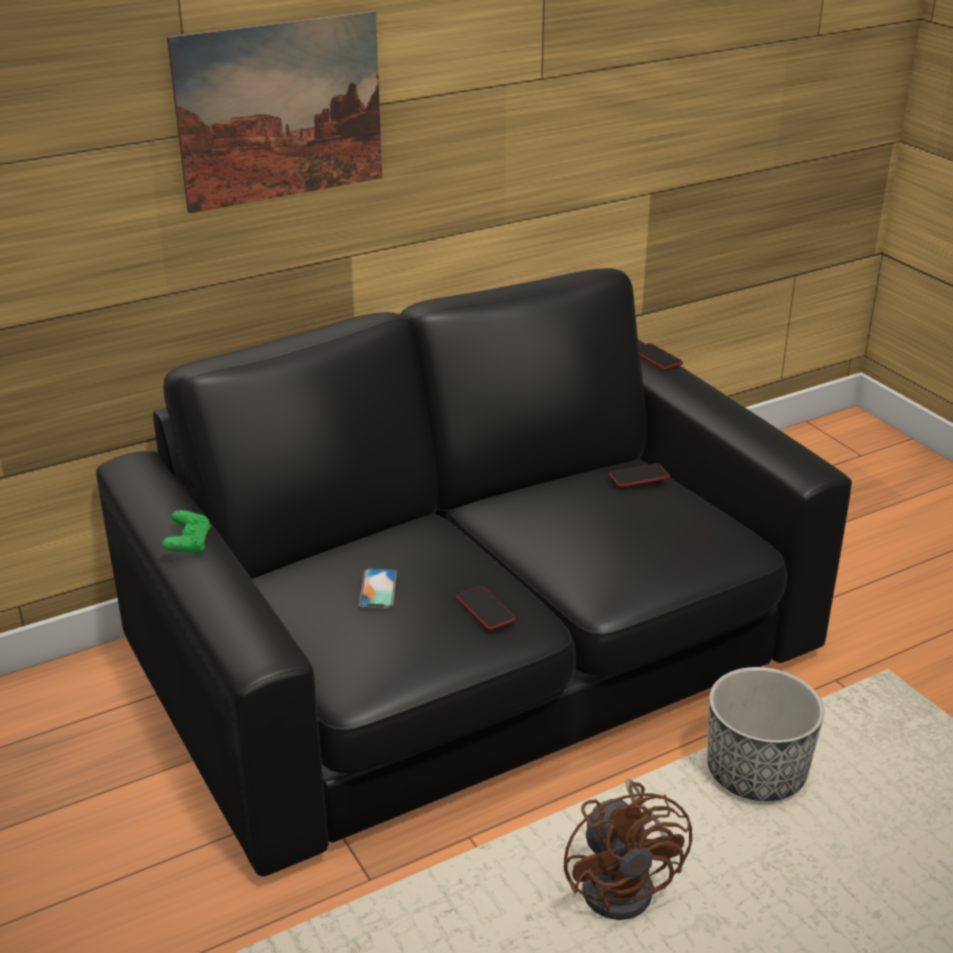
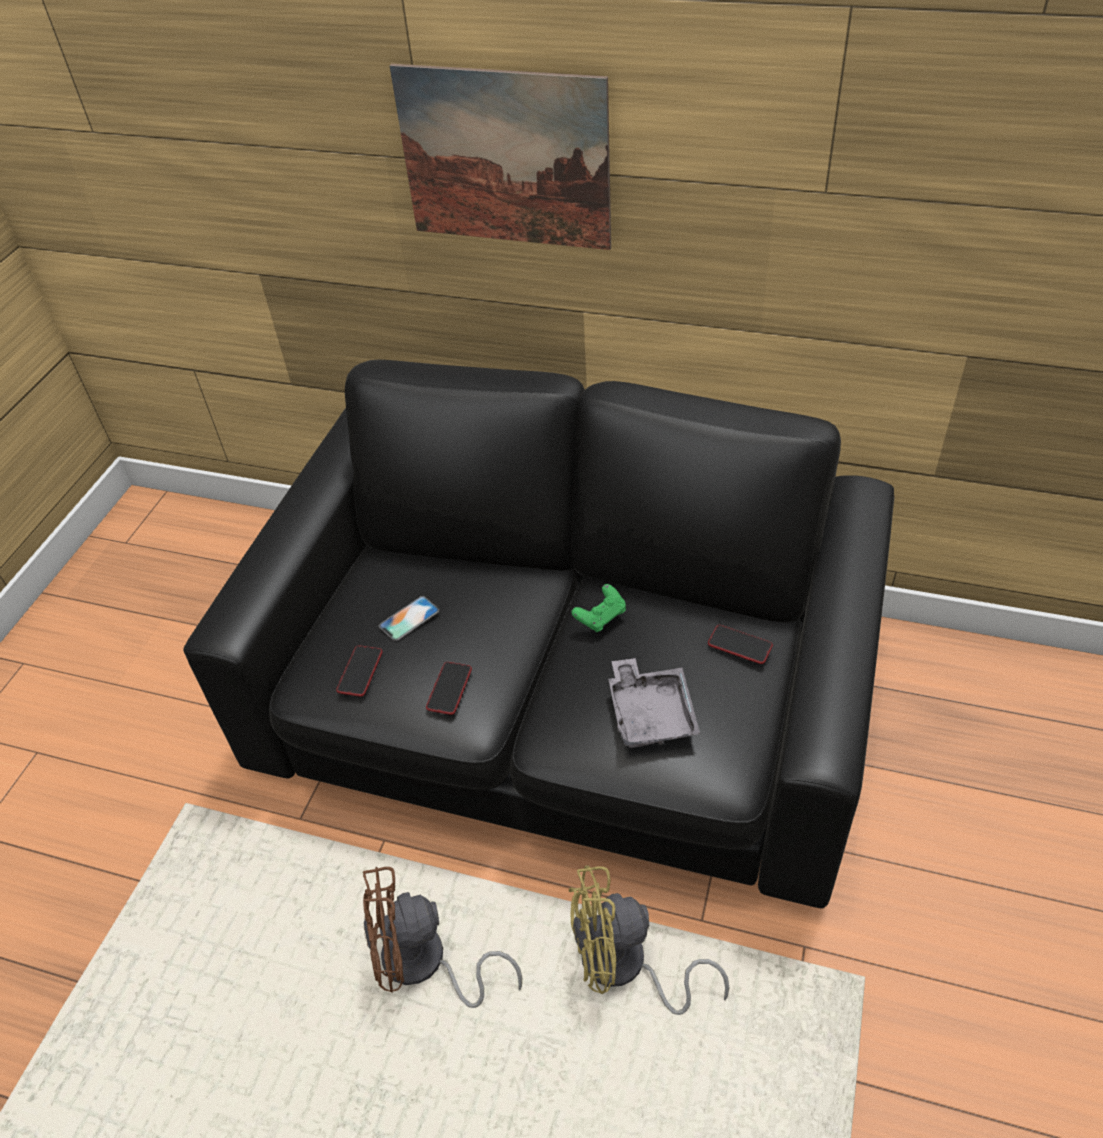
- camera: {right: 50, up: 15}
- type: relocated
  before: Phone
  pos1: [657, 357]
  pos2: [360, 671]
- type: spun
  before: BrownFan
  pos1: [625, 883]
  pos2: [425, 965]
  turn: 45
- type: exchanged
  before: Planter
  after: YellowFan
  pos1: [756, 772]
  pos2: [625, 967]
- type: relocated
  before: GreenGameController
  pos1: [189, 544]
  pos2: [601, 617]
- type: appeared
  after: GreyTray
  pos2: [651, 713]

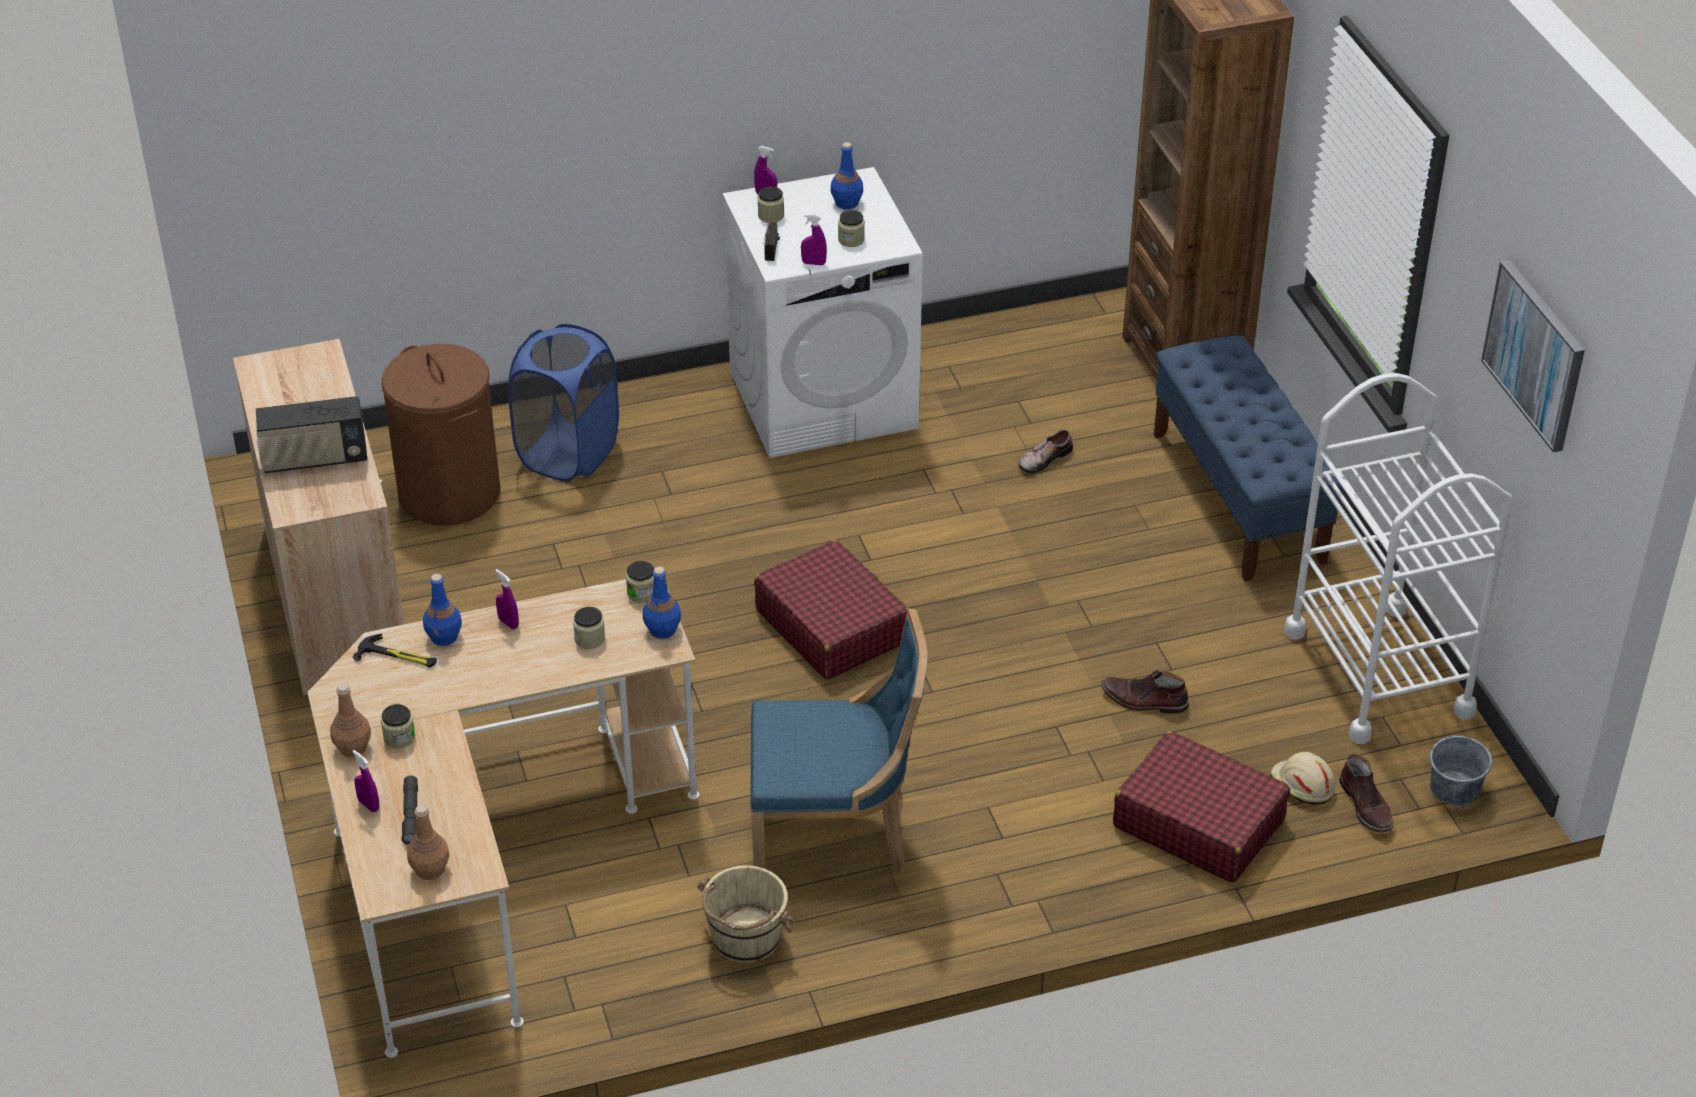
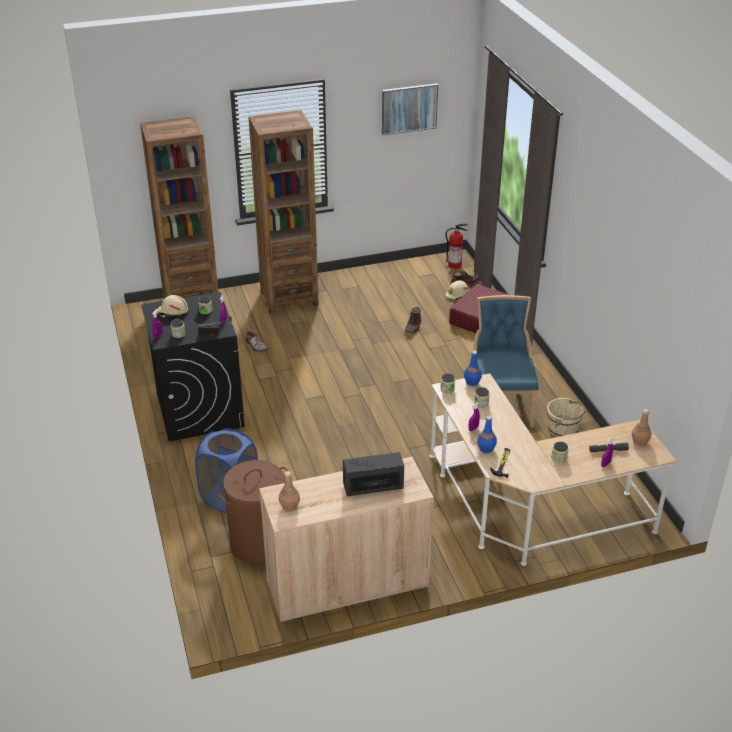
- camera: {right: -90, up: -5}
- type: colour
  before: WhiteWashingMachine
  after: BlackWashingMachine
  pos1: [824, 399]
  pos2: [199, 409]
- type: exchanged
  before: BlueBottle
  after: BeigeHardHat
  pos1: [846, 203]
  pos2: [172, 312]
- type: exchanged
  before: BlueBench
  after: BrownBookcase
  pos1: [1238, 498]
  pos2: [289, 298]
- type: relocated
  before: BrownBottle
  pos1: [352, 747]
  pos2: [289, 506]
- type: spun
  before: Radio
  pos1: [315, 459]
  pos2: [373, 486]
  turn: -90
- type: exchanged
  before: GreyBucket
  after: FireExtinguisher
  pos1: [1455, 789]
  pos2: [455, 265]
- type: missing
  before: RedSuitcase
  pos1: [831, 626]
- type: missing
  before: WhiteCart
  pos1: [1378, 672]

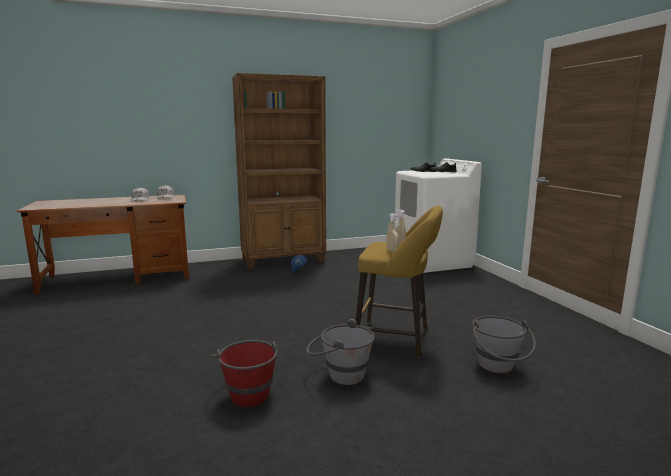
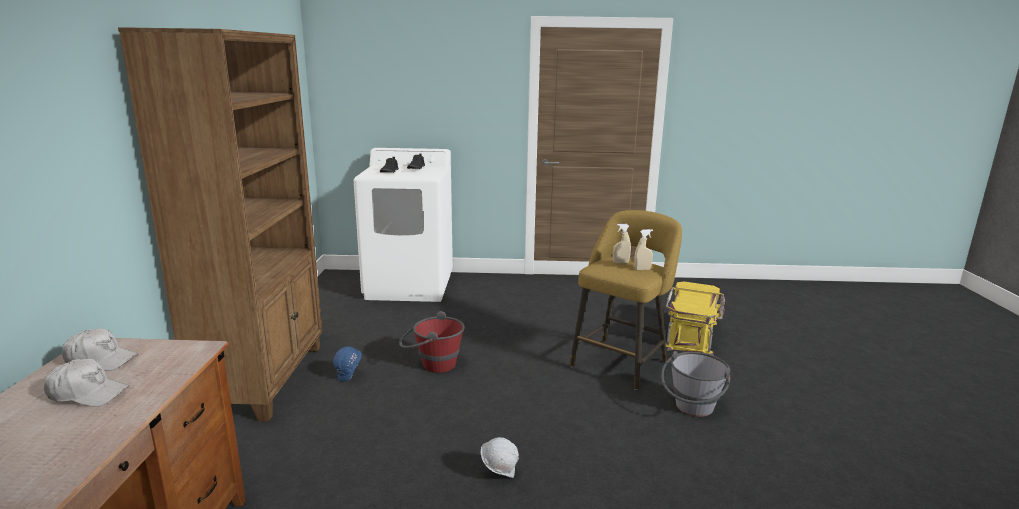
- camera: {right: -70, up: 5}
- type: relocated
  before: RedBucket
  pos1: [248, 391]
  pos2: [432, 364]
- type: appeared
  after: WhiteHardHat
  pos2: [499, 473]
- type: exchanged
  before: GreyBucket
  after: YellowStorageBox
  pos1: [498, 368]
  pos2: [692, 335]

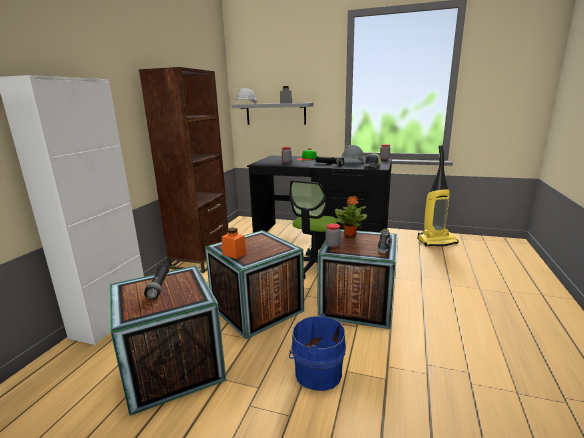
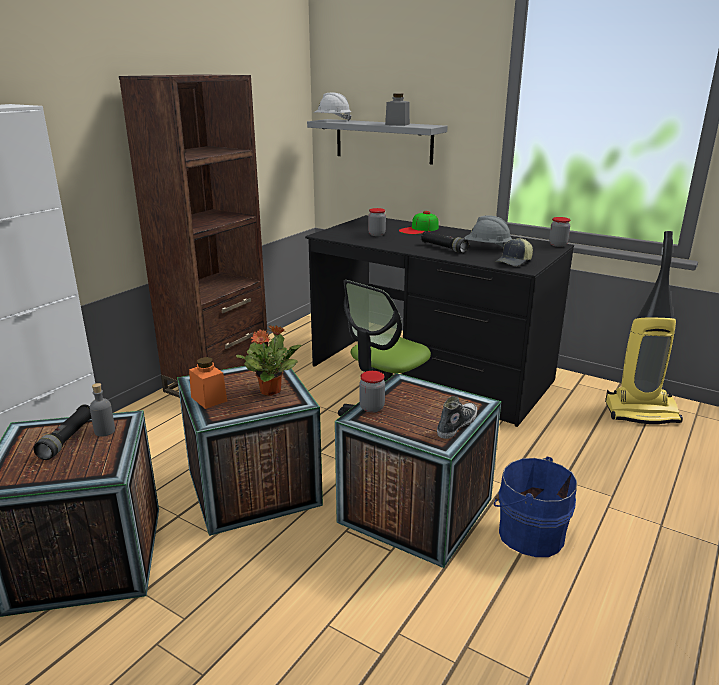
- camera: {right: 15, up: 5}
- type: appeared
  after: GreyBottle
  pos2: [105, 431]
- type: relocated
  before: PottedPlant
  pos1: [350, 234]
  pos2: [271, 390]
- type: relocated
  before: BlueBucket
  pos1: [316, 372]
  pos2: [528, 533]

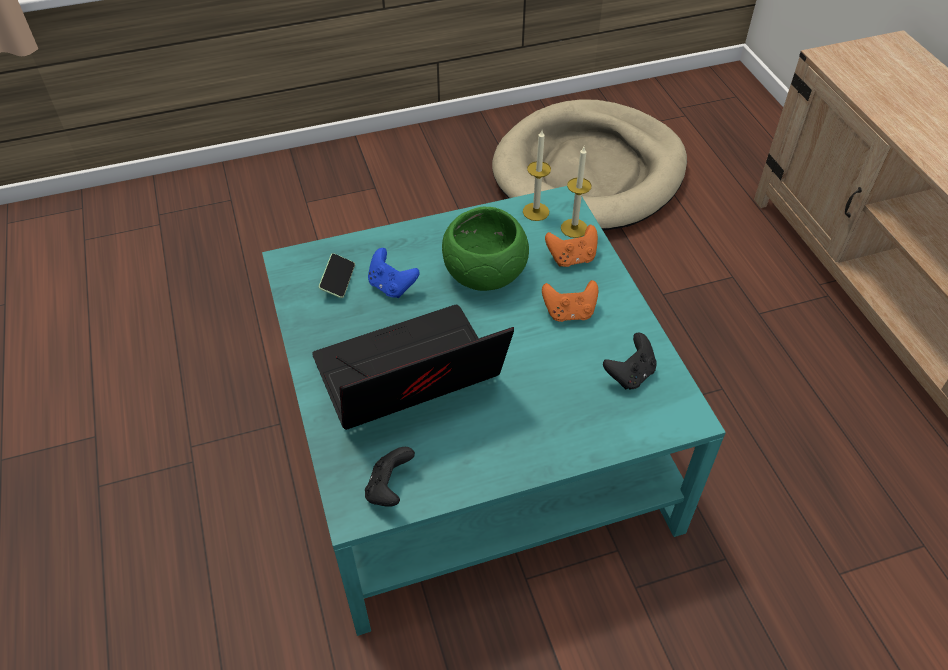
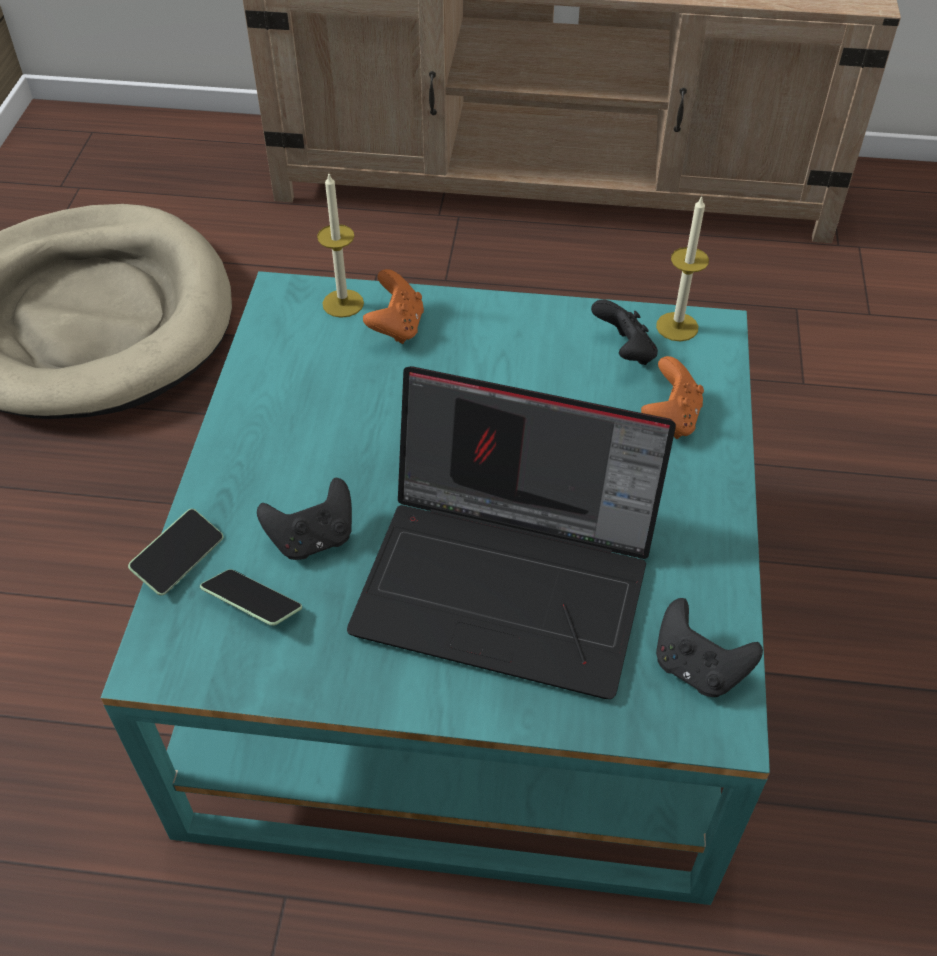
- camera: {right: -65, up: 0}
- type: appeared
  after: Phone
  pos2: [179, 559]
- type: colour
  before: BlueGameController
  after: BlackGameController
  pos1: [391, 286]
  pos2: [313, 539]
- type: spun
  before: Laptop
  pos1: [407, 379]
  pos2: [510, 581]
  turn: -75
- type: relocated
  before: OrangeGameController
  pos1: [569, 313]
  pos2: [671, 418]
- type: relocated
  before: Candle
  pos1: [536, 211]
  pos2: [677, 326]
- type: missing
  before: GreenBowl
  pos1: [485, 273]

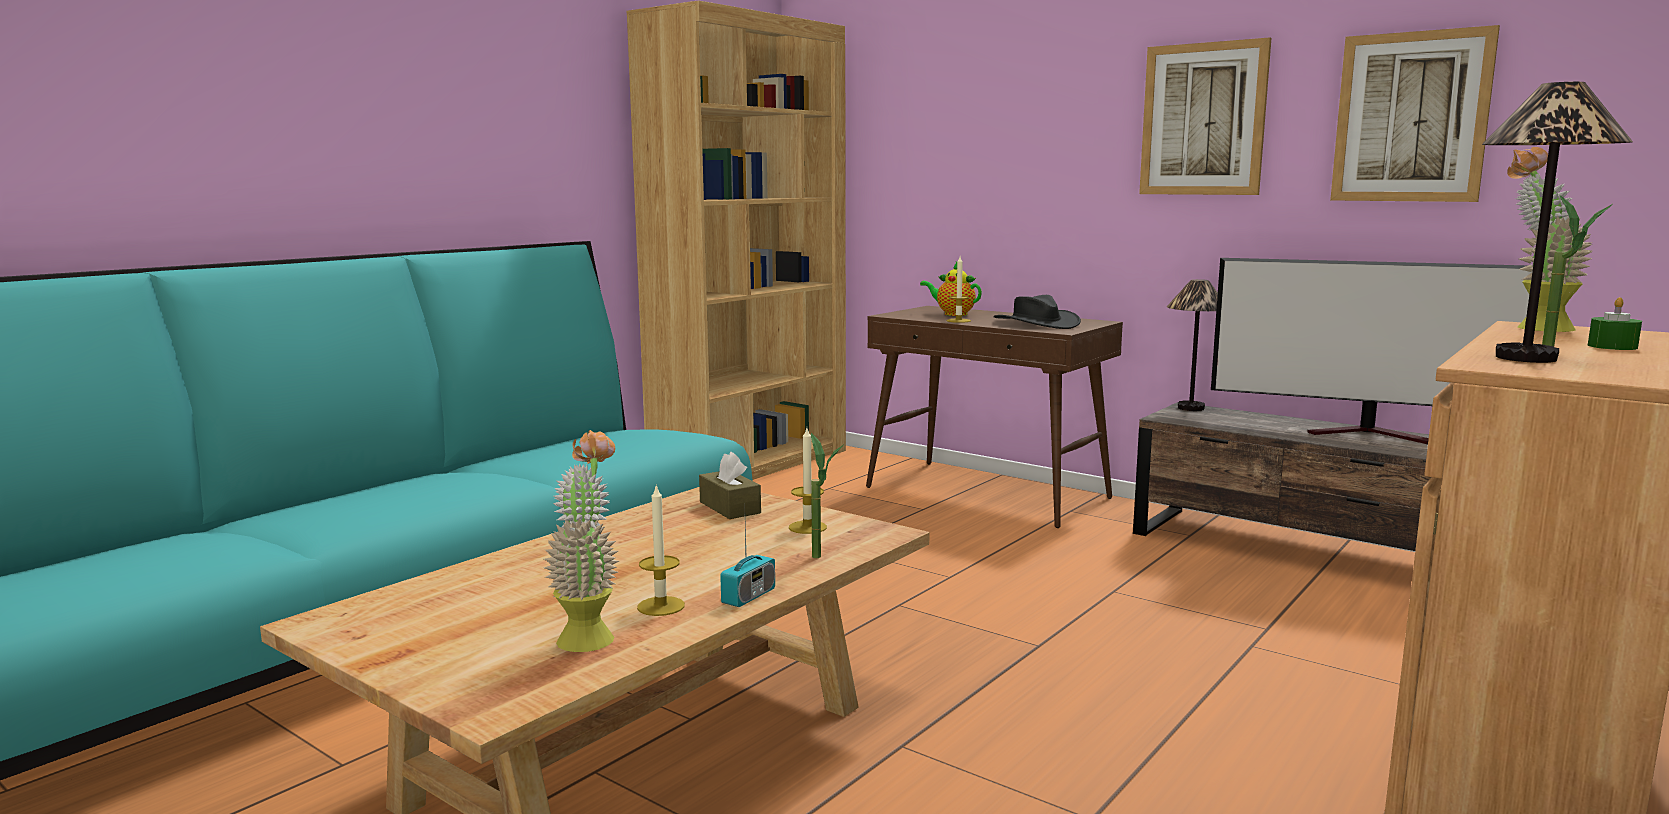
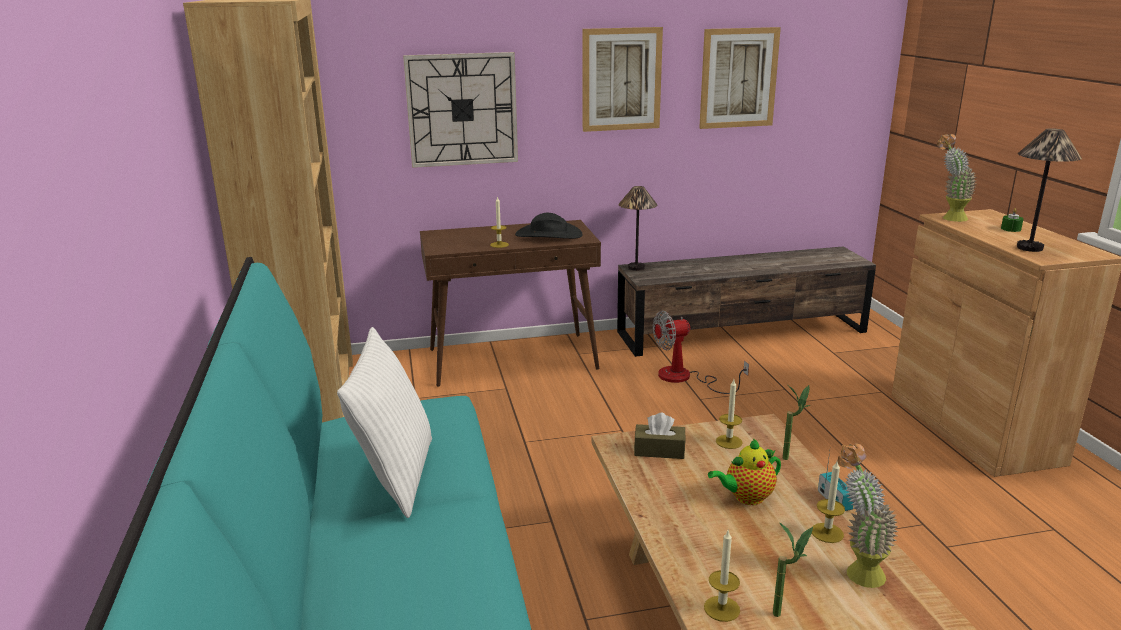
- camera: {right: -50, up: 10}
- type: appeared
  after: WhitePillow
  pos2: [395, 476]
- type: appeared
  after: WallClock
  pos2: [462, 110]
- type: appeared
  after: Fan
  pos2: [685, 378]
- type: appeared
  after: Candle
  pos2: [721, 608]
- type: relocated
  before: Teapot
  pos1: [953, 314]
  pos2: [746, 497]
- type: relocated
  before: PottedPlant
  pos1: [1560, 348]
  pos2: [785, 614]
- type: missing
  before: Television
  pos1: [1372, 434]

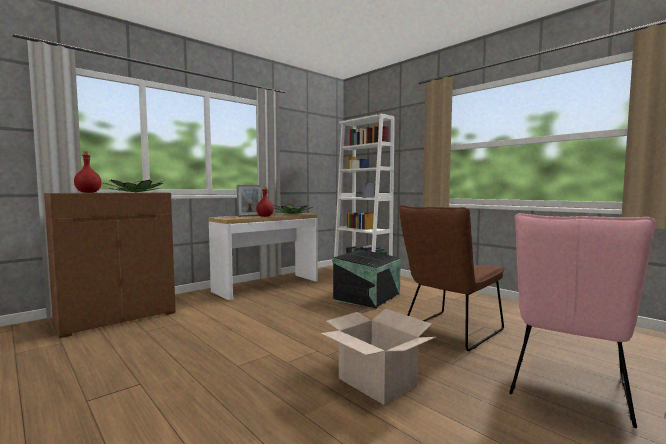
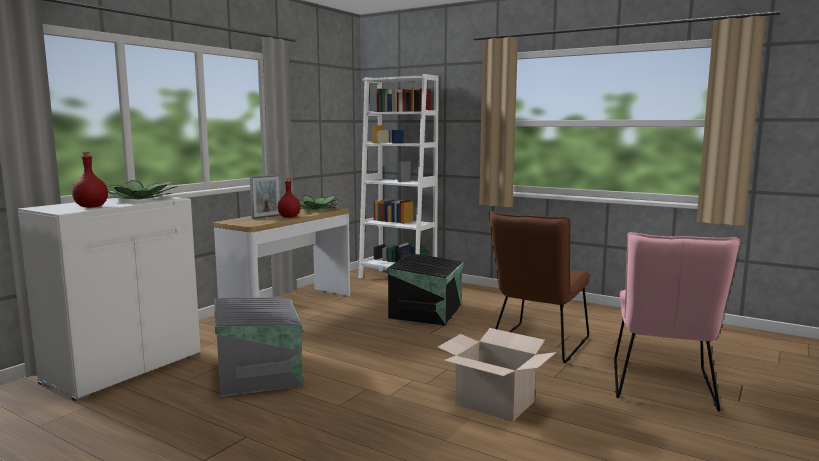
- camera: {right: -15, up: 5}
- type: colour
  before: BrownCabinet
  after: WhiteCabinet
  pos1: [117, 317]
  pos2: [124, 367]
- type: appeared
  after: GreyStorageBox
  pos2: [260, 372]

